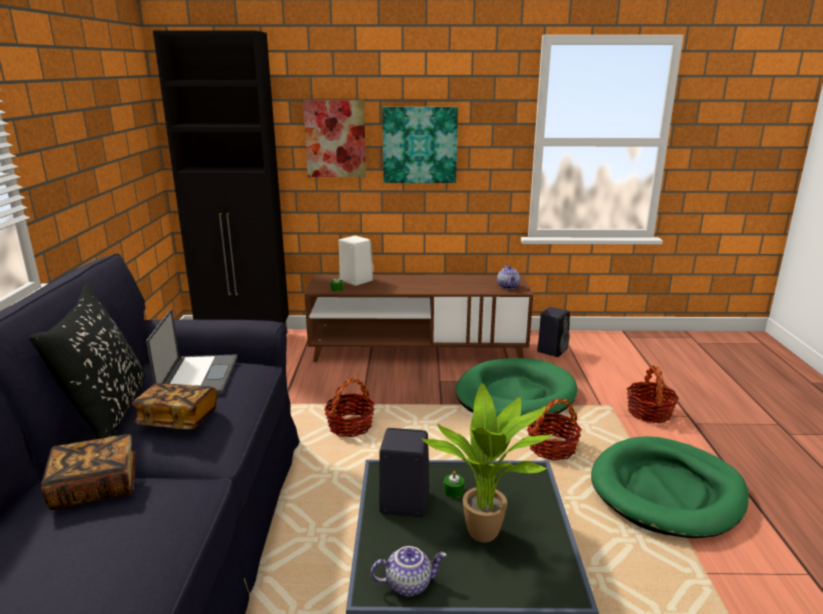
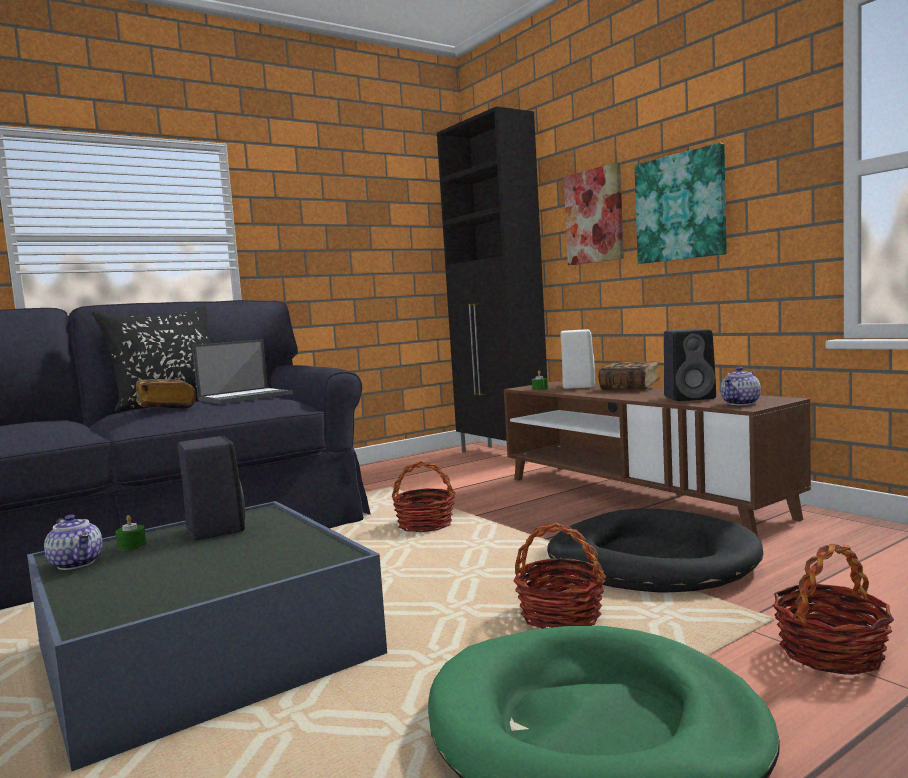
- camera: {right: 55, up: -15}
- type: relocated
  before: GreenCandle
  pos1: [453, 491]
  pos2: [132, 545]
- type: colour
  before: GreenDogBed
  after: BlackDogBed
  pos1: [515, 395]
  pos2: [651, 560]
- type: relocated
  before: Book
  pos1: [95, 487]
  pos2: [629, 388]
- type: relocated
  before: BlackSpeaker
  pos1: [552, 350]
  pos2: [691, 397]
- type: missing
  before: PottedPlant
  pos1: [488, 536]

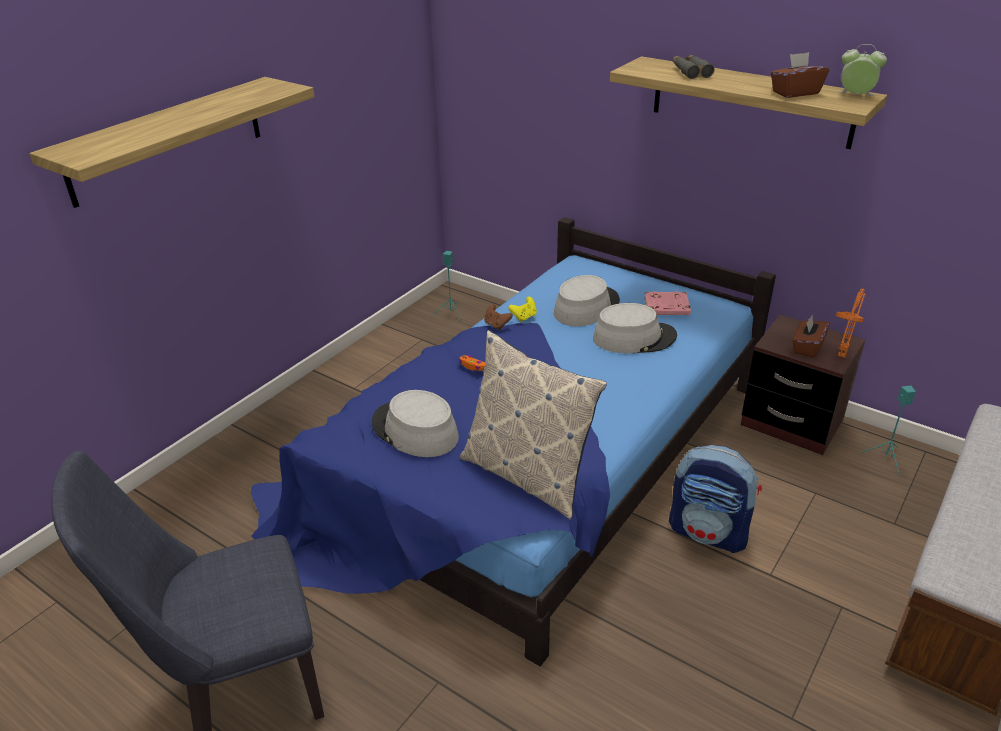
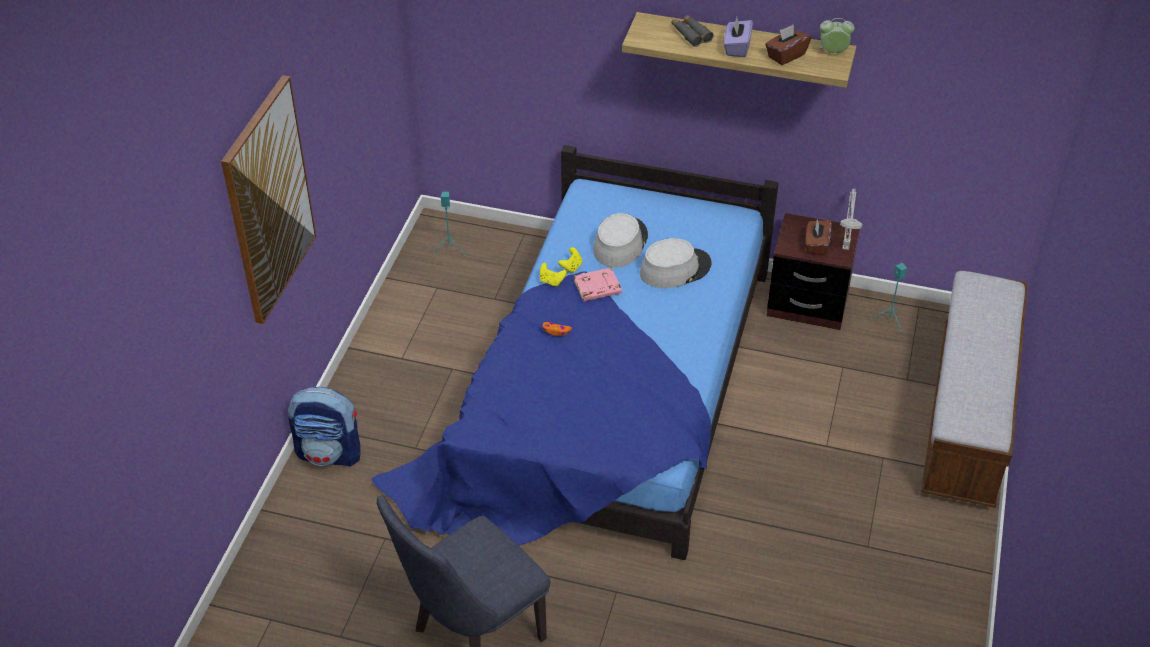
- camera: {right: -20, up: 10}
- type: exchanged
  before: Shelf
  after: Picture
  pos1: [167, 140]
  pos2: [268, 201]
- type: relocated
  before: Backpack
  pos1: [709, 532]
  pos2: [330, 453]
- type: colour
  before: BrownGameController
  after: YellowGameController
  pos1: [496, 325]
  pos2: [551, 281]
- type: relocated
  before: PinkBook
  pos1: [666, 308]
  pos2: [597, 288]
- type: appeared
  after: PurpleTissueBox
  pos2: [736, 48]
- type: colour
  before: OrangeTableLamp
  after: GreyTableLamp
  pos1: [842, 354]
  pos2: [845, 247]
- type: missing
  before: GreyHat
  pos1: [414, 430]
- type: missing
  before: Pillow
  pos1: [527, 475]

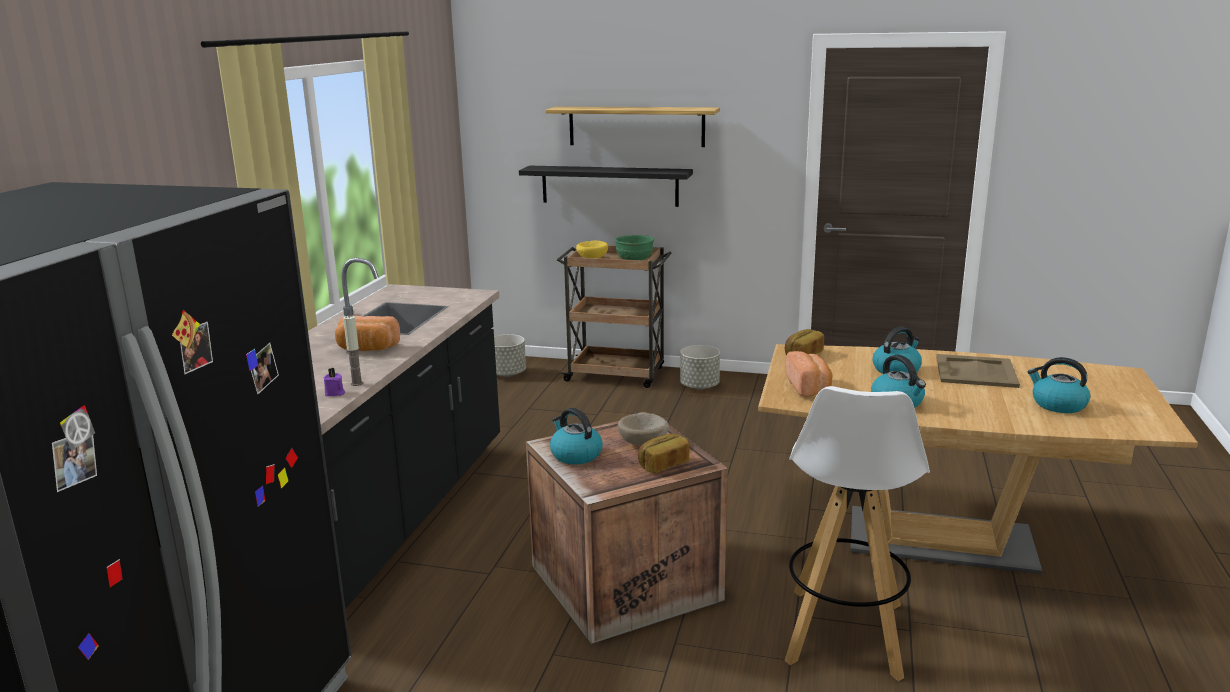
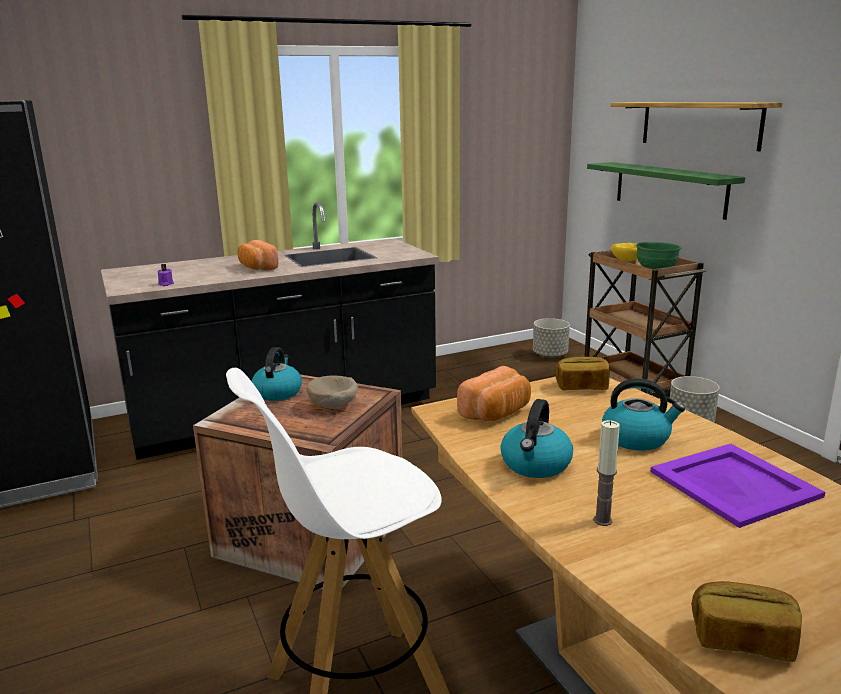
- camera: {right: 50, up: 0}
- type: colour
  before: BlackShelf
  after: GreenShelf
  pos1: [609, 185]
  pos2: [669, 189]
- type: relocated
  before: Candle
  pos1: [357, 383]
  pos2: [602, 520]
- type: colour
  before: BeigeTray
  after: PurpleTray
  pos1: [975, 372]
  pos2: [732, 483]
- type: relocated
  before: Bread
  pos1: [663, 464]
  pos2: [742, 639]
- type: missing
  before: Kettle
  pos1: [1057, 405]

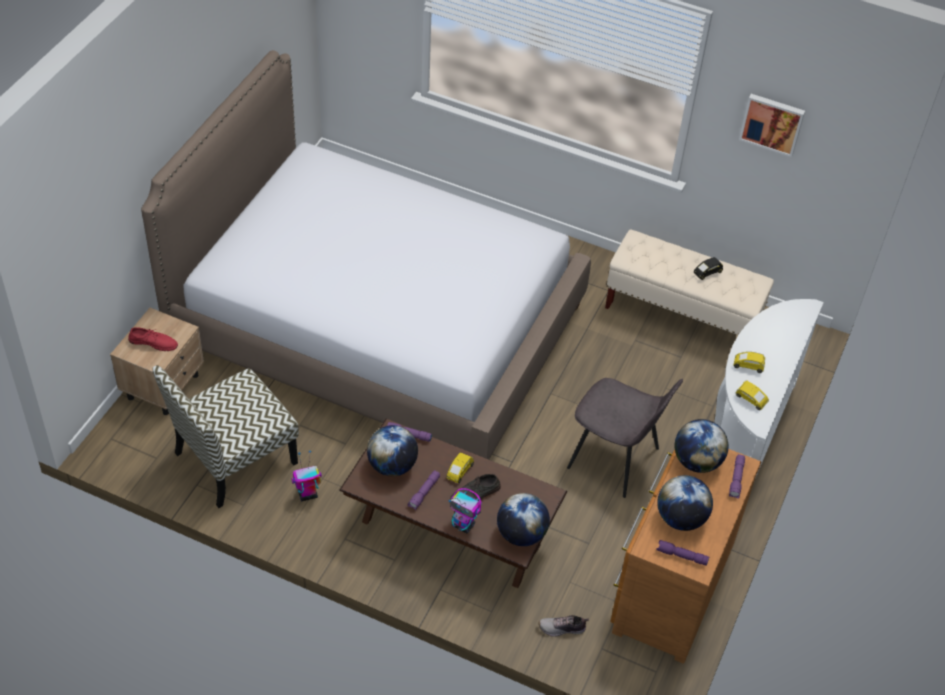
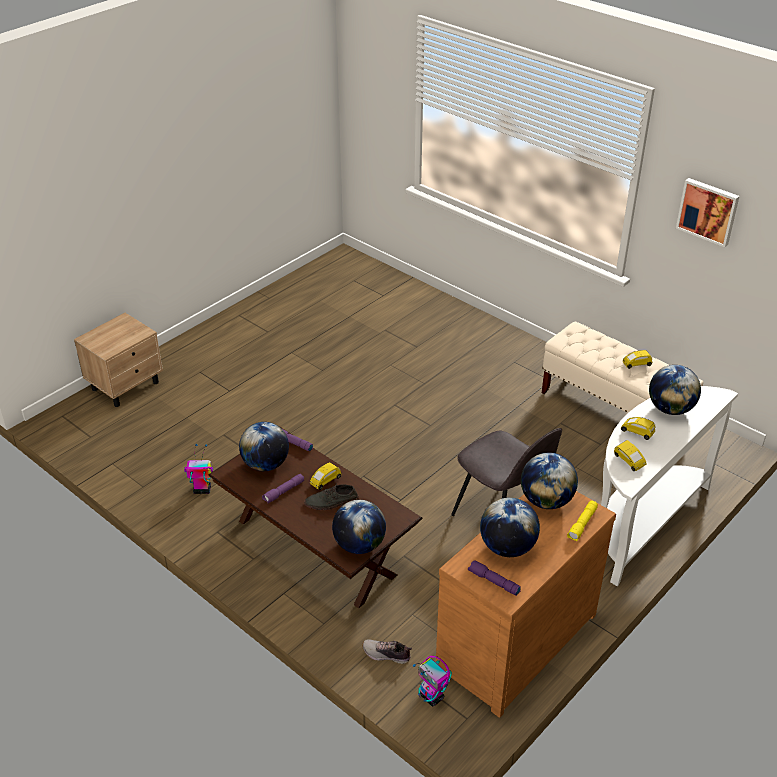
- camera: {right: 20, up: -10}
- type: relocated
  before: ToyRobot
  pos1: [463, 525]
  pos2: [432, 697]
- type: colour
  before: PurpleFlashlight
  after: YellowFlashlight
  pos1: [737, 480]
  pos2: [582, 525]
- type: colour
  before: BlackToyCar
  after: YellowToyCar
  pos1: [707, 273]
  pos2: [636, 364]
- type: appeared
  after: Globe
  pos2: [670, 409]
- type: missing
  before: RedShoe
  pos1: [153, 342]
- type: missing
  before: Bed
  pos1: [378, 326]
- type: missing
  before: Chair
  pos1: [234, 459]

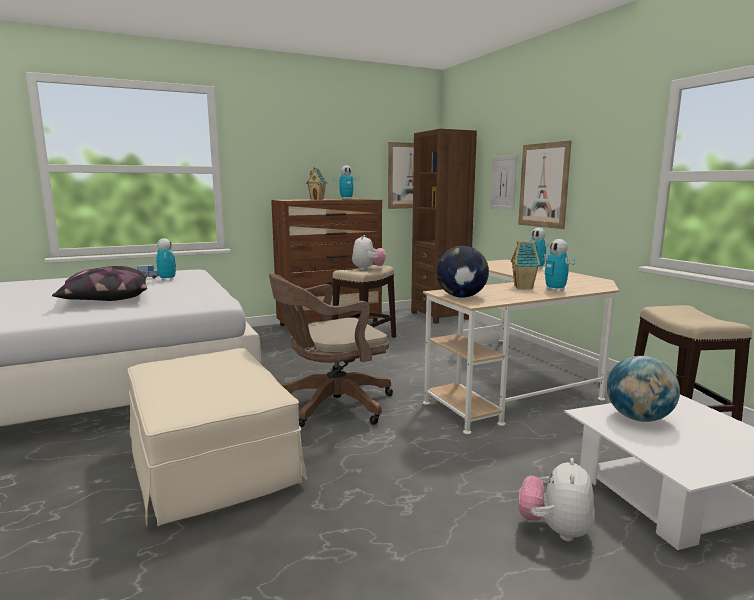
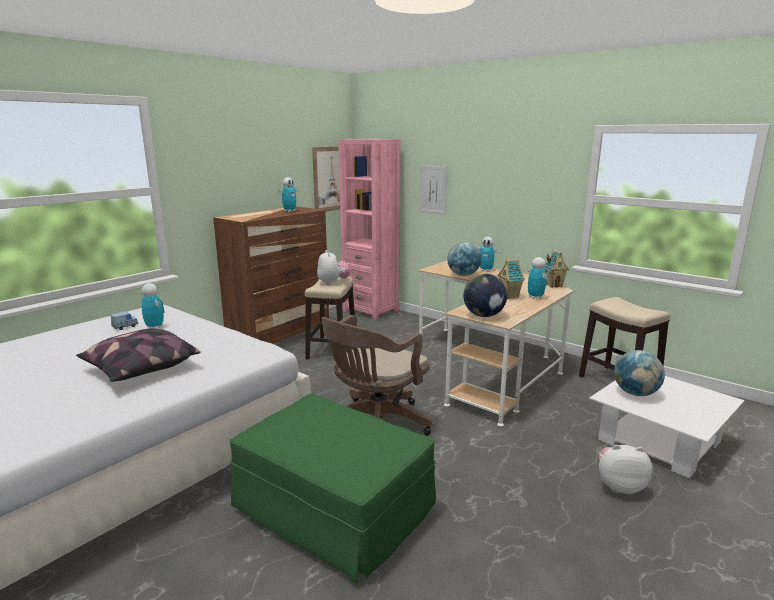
- camera: {right: -25, up: 5}
- type: colour
  before: BeigeOttoman
  after: GreenOttoman
  pos1: [212, 463]
  pos2: [334, 509]
- type: colour
  before: BrownBookcase
  after: PinkBookcase
  pos1: [439, 316]
  pos2: [371, 311]
- type: appeared
  after: Globe
  pos2: [463, 275]
- type: spun
  before: ToyRobot
  pos1: [555, 290]
  pos2: [535, 297]
  turn: -150
- type: relocated
  before: ToyHouse
  pos1: [317, 199]
  pos2: [554, 285]
- type: spun
  before: PlushToy
  pos1: [555, 530]
  pos2: [619, 486]
  turn: 105
- type: missing
  before: Picture
  pos1: [543, 185]

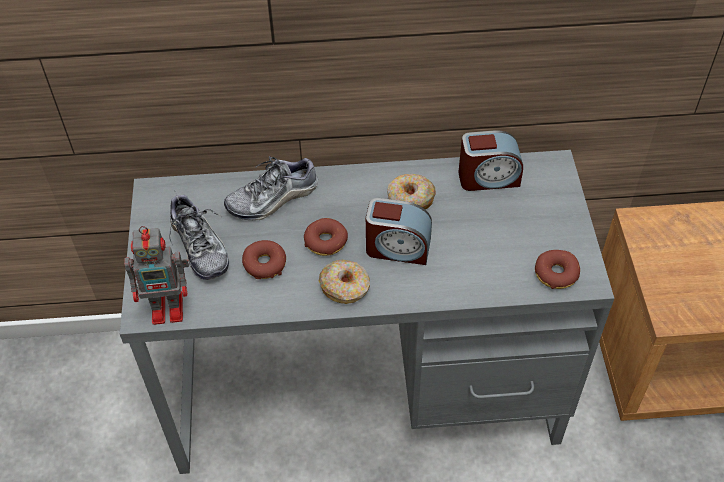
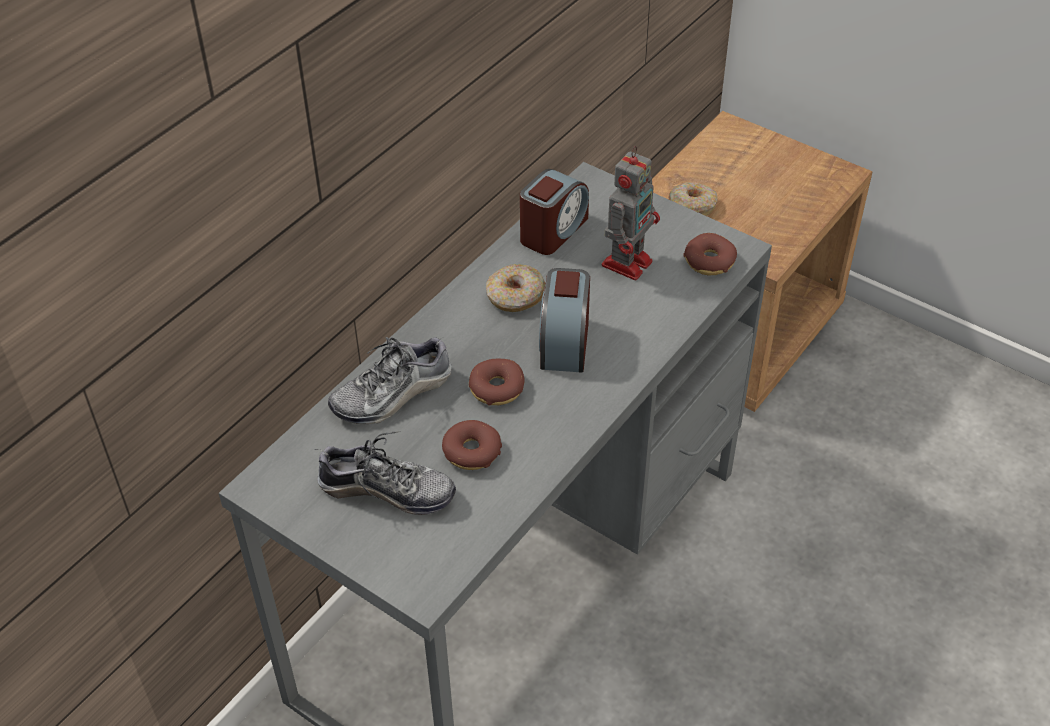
- camera: {right: -50, up: -5}
- type: spun
  before: Shoe
  pos1: [273, 198]
  pos2: [393, 394]
  turn: 45
- type: spun
  before: AlarmClock
  pos1: [397, 248]
  pos2: [564, 342]
  turn: 135
- type: relocated
  before: ToyRobot
  pos1: [169, 307]
  pos2: [628, 261]
- type: relocated
  before: Donut
  pos1: [345, 287]
  pos2: [692, 206]

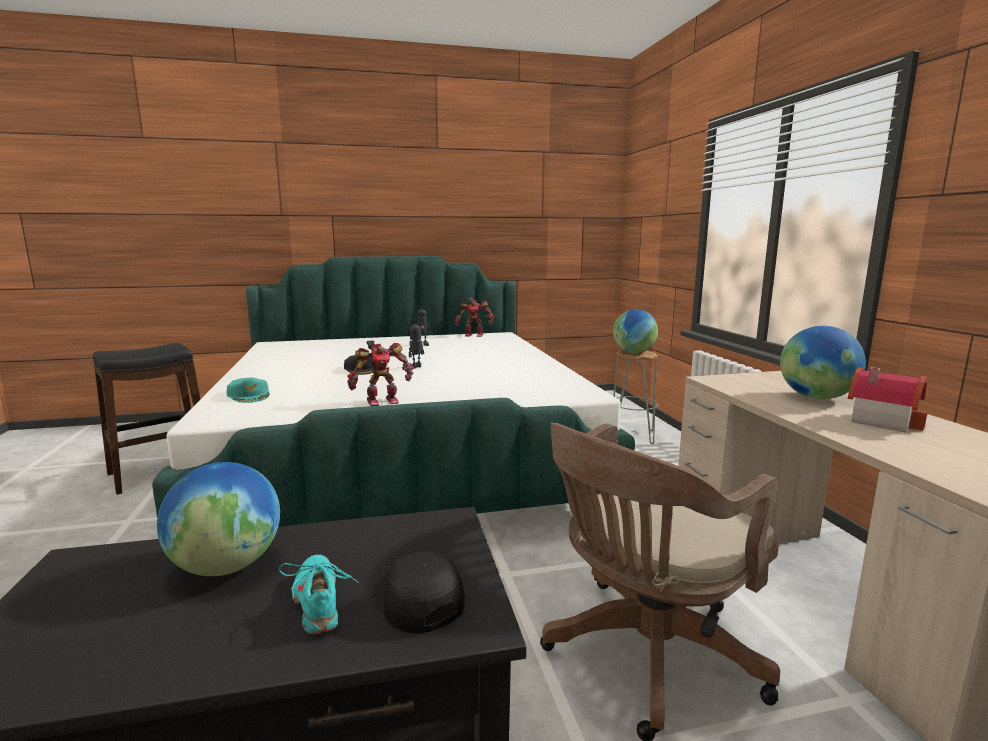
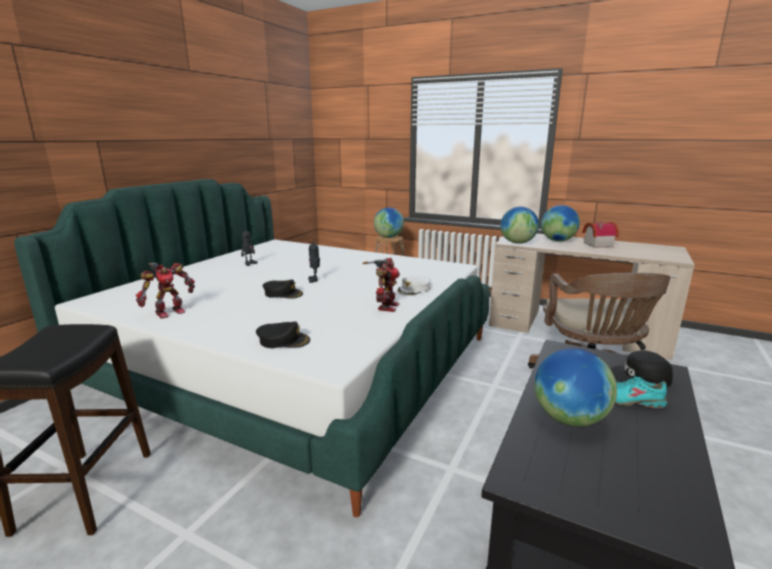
- camera: {right: -50, up: 5}
- type: relocated
  before: ToyRobot
  pos1: [474, 335]
  pos2: [169, 312]
- type: colour
  before: TurquoiseCap
  after: BlackCap
  pos1: [249, 395]
  pos2: [283, 340]
- type: appeared
  after: WhiteCap
  pos2: [414, 289]
- type: appeared
  after: Globe
  pos2: [517, 243]

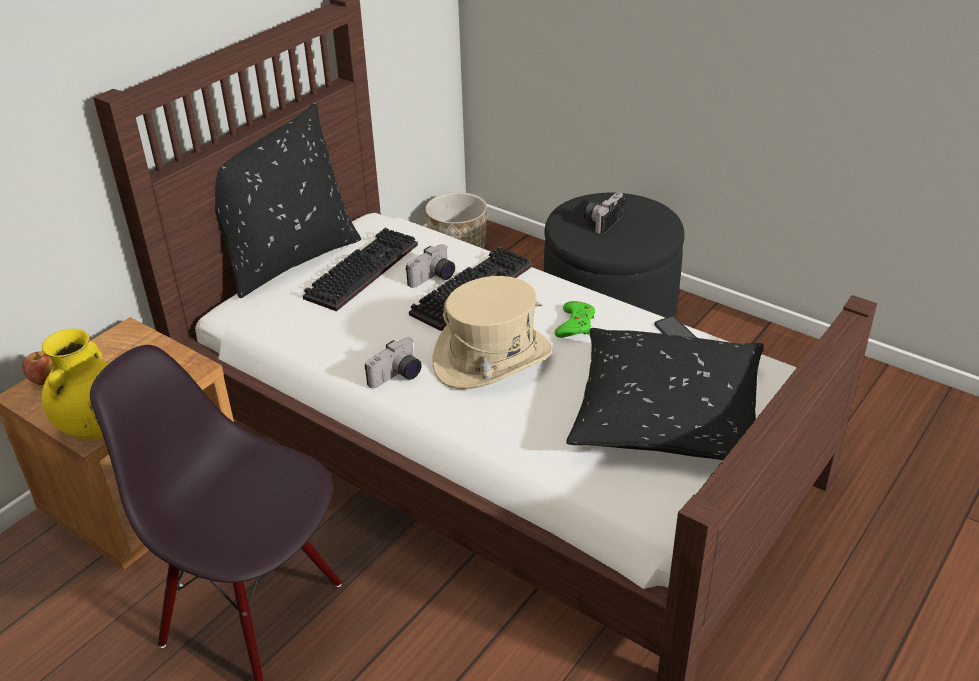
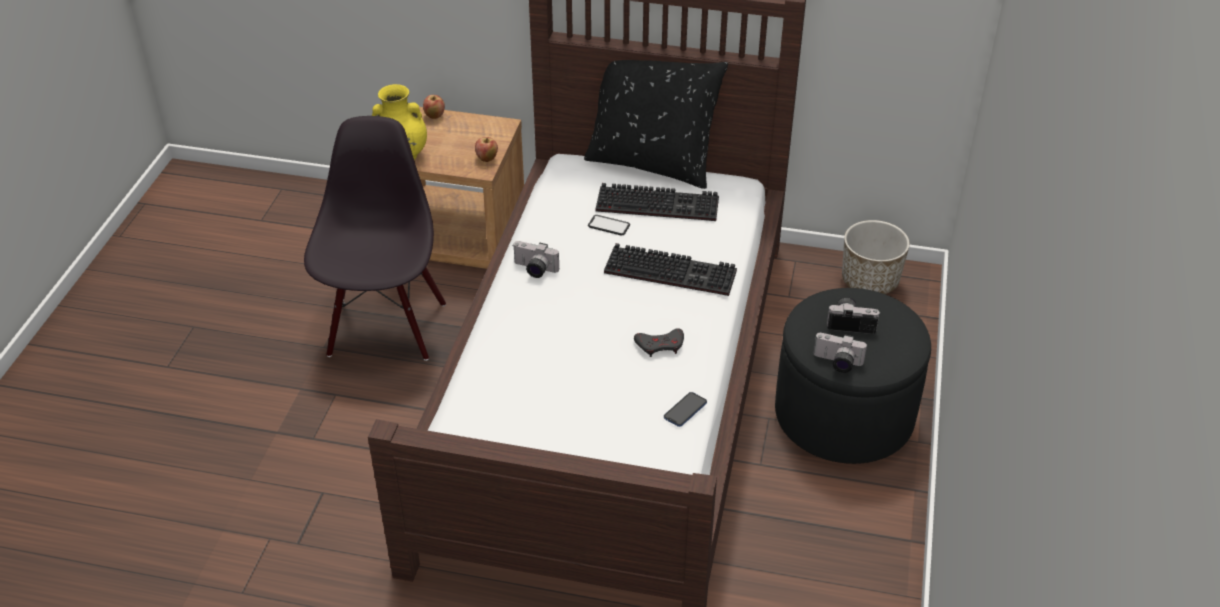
- camera: {right: 65, up: 5}
- type: appeared
  after: Apple
  pos2: [486, 159]
- type: appeared
  after: Phone
  pos2: [609, 226]
- type: colour
  before: GreenGameController
  after: GreyGameController
  pos1: [575, 324]
  pos2: [660, 345]
- type: relocated
  before: PhotoCamera
  pos1: [434, 279]
  pos2: [837, 363]
- type: missing
  before: BeigeHat
  pos1: [492, 359]
- type: missing
  before: BlackPillow
  pos1: [667, 414]

